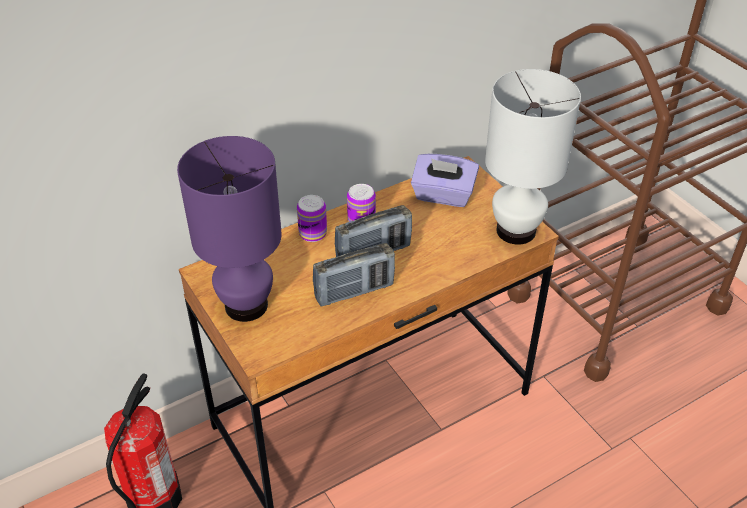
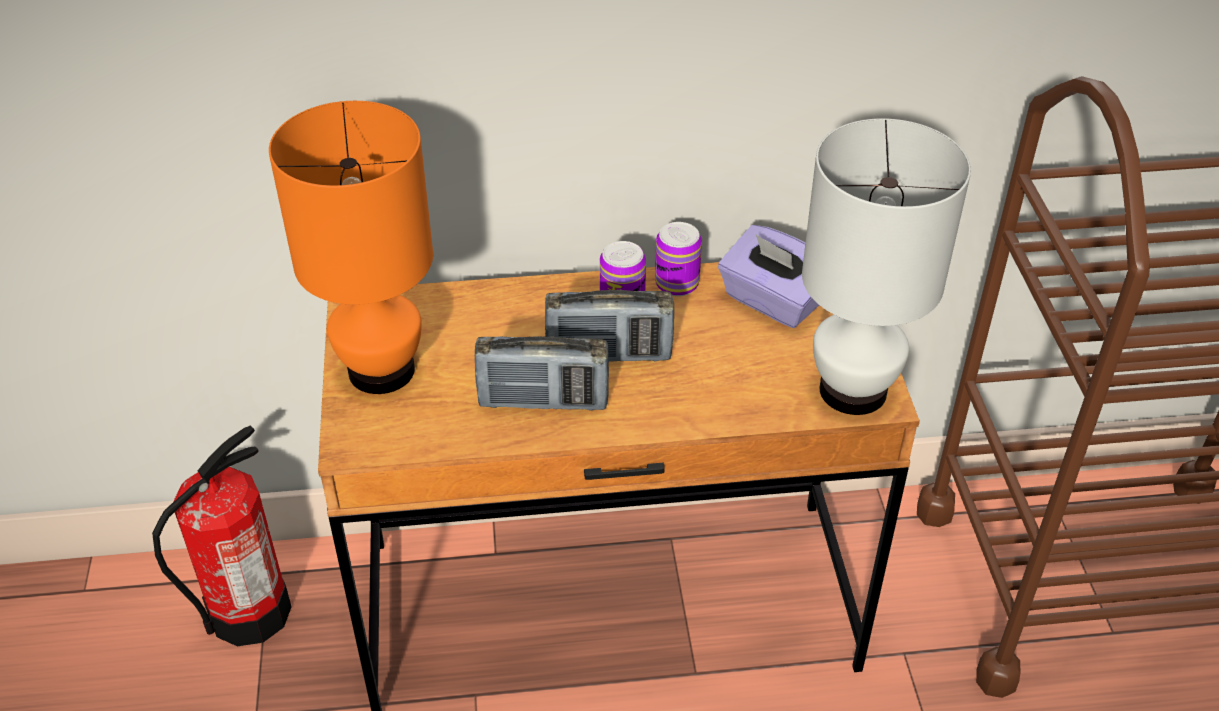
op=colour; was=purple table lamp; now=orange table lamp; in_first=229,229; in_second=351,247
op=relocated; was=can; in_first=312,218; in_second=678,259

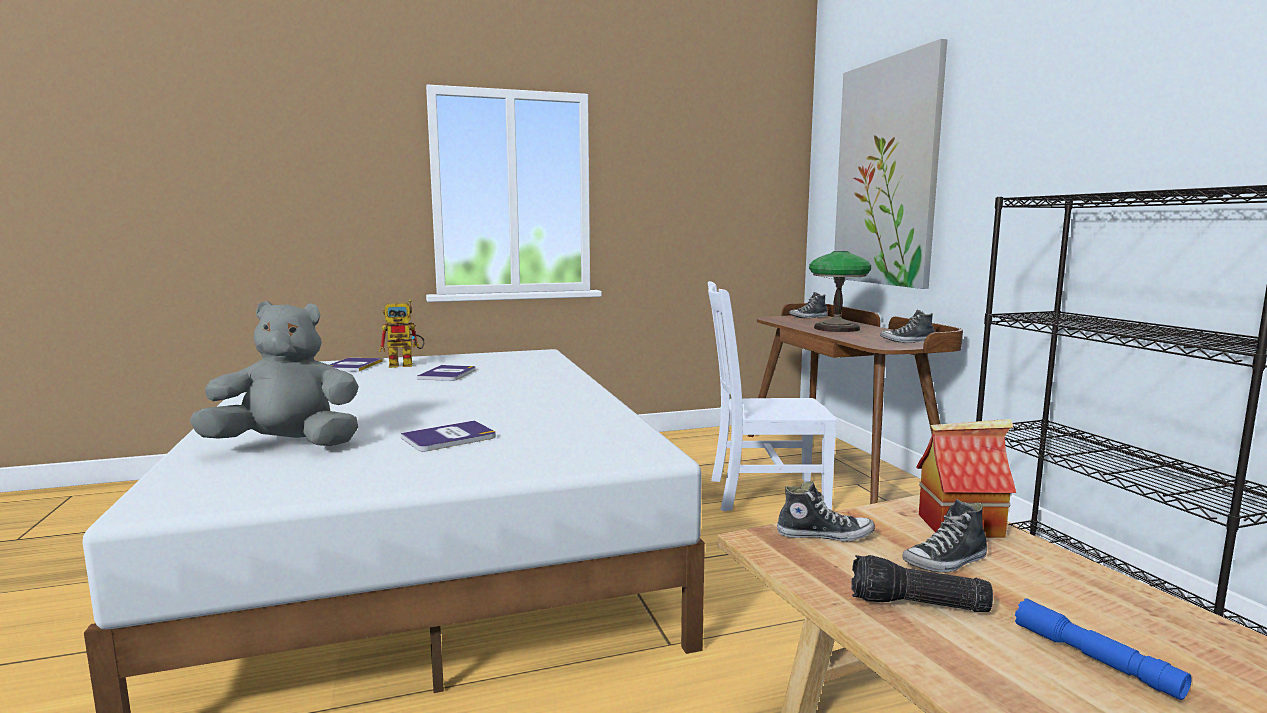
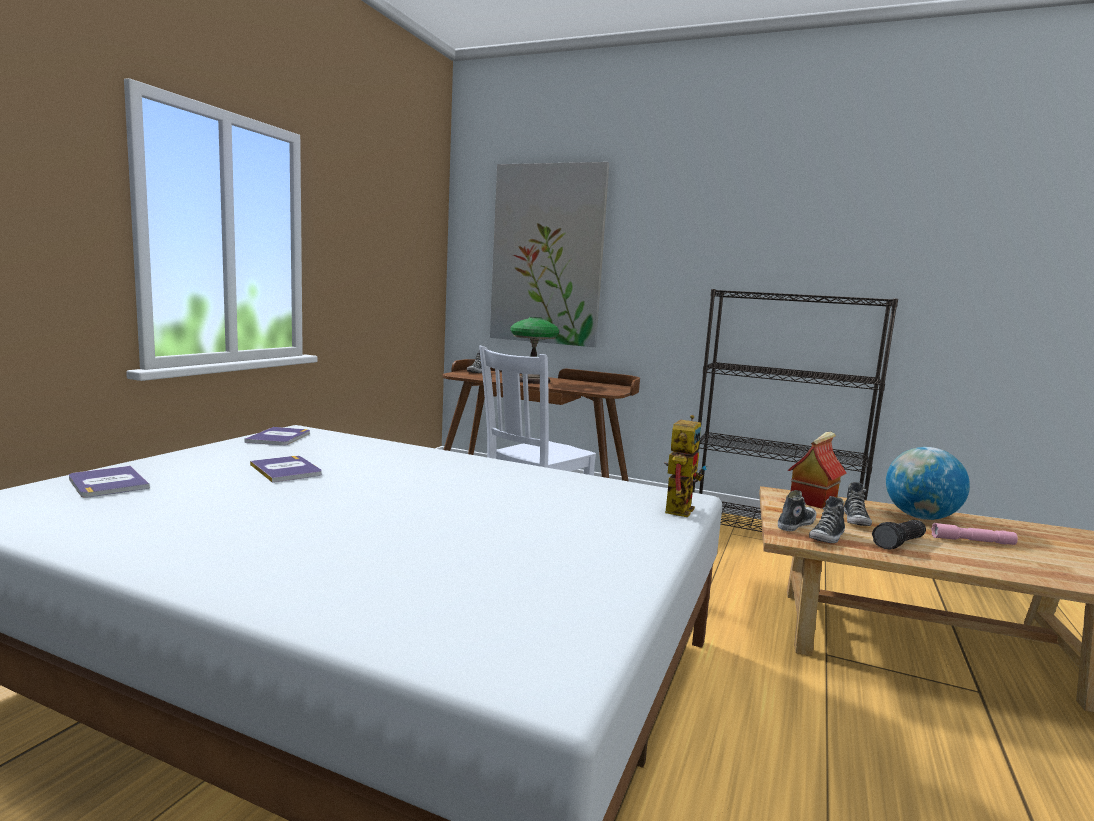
op=relocated; was=book; in_first=448,435; in_second=277,436
op=relocated; was=toy robot; in_first=402,333; in_second=685,466
op=relocated; was=shoe; in_first=907,326; in_second=827,519
op=appeared; now=globe; in_second=928,483
op=colour; was=blue flashlight; now=pink flashlight; in_first=1103,649; in_second=974,534
op=missing; was=grey plush toy; in_first=274,373

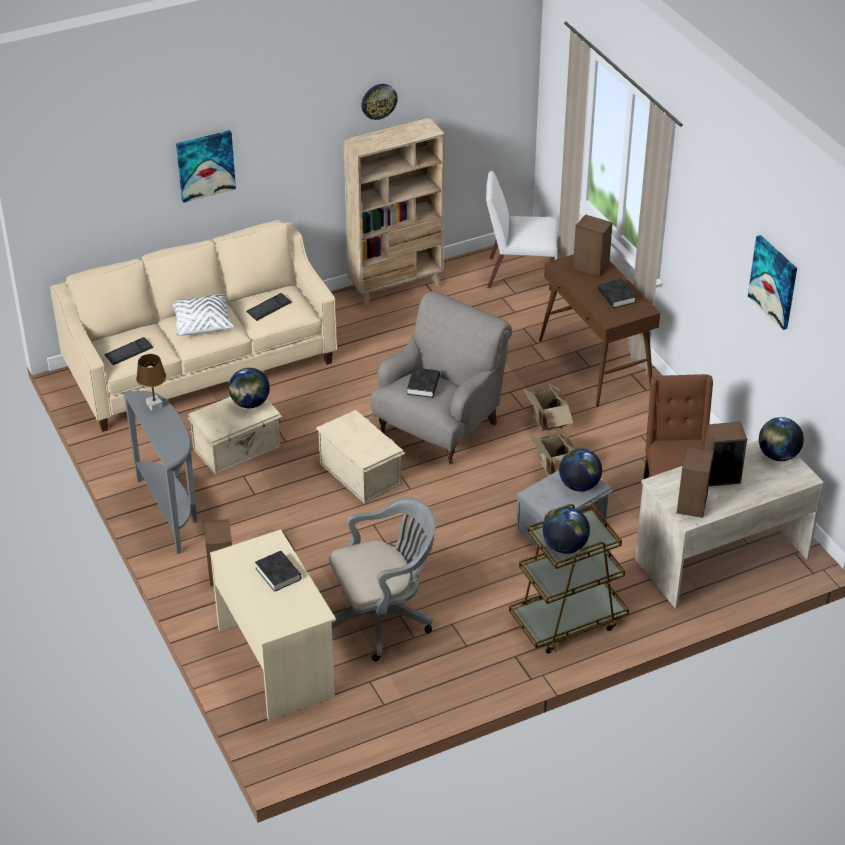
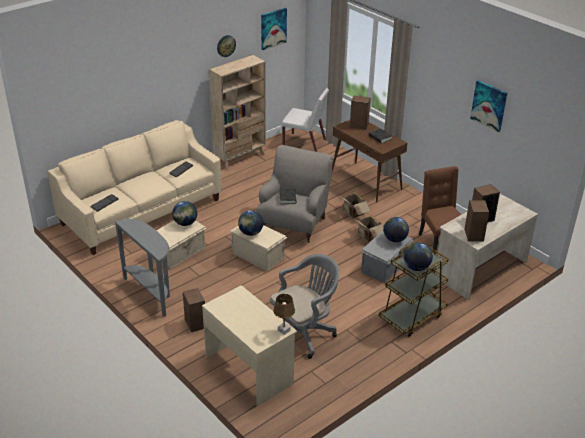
op=relocated; was=globe; in_first=781,439; in_second=250,223
op=relocated; was=picture; in_first=206,166; in_second=274,29
op=relocated; was=brown table lamp; in_first=151,383; in_second=284,314
op=spun; was=white chair; in_first=521,231; in_second=305,119; clockwise=-150
op=missing; was=white pillow; in_first=203,315
op=missing; was=black book; in_first=278,571

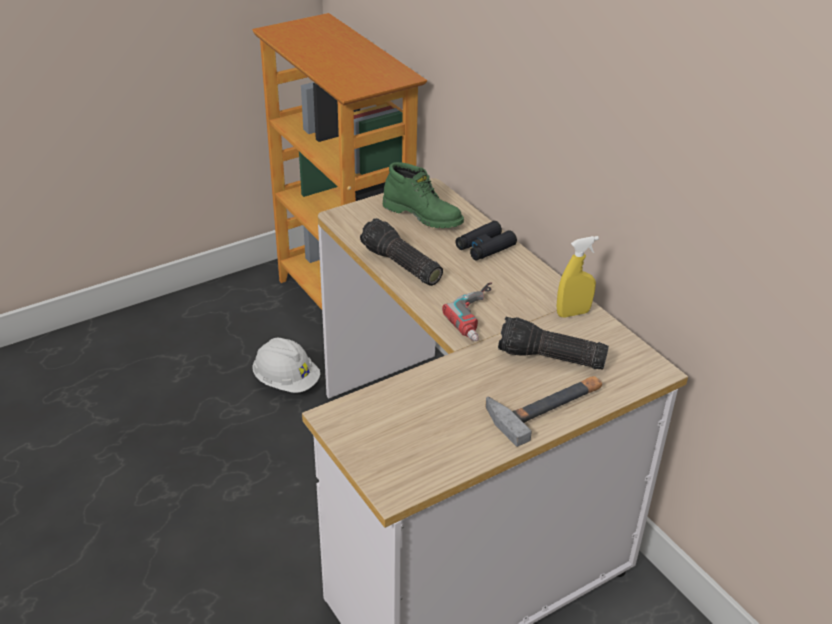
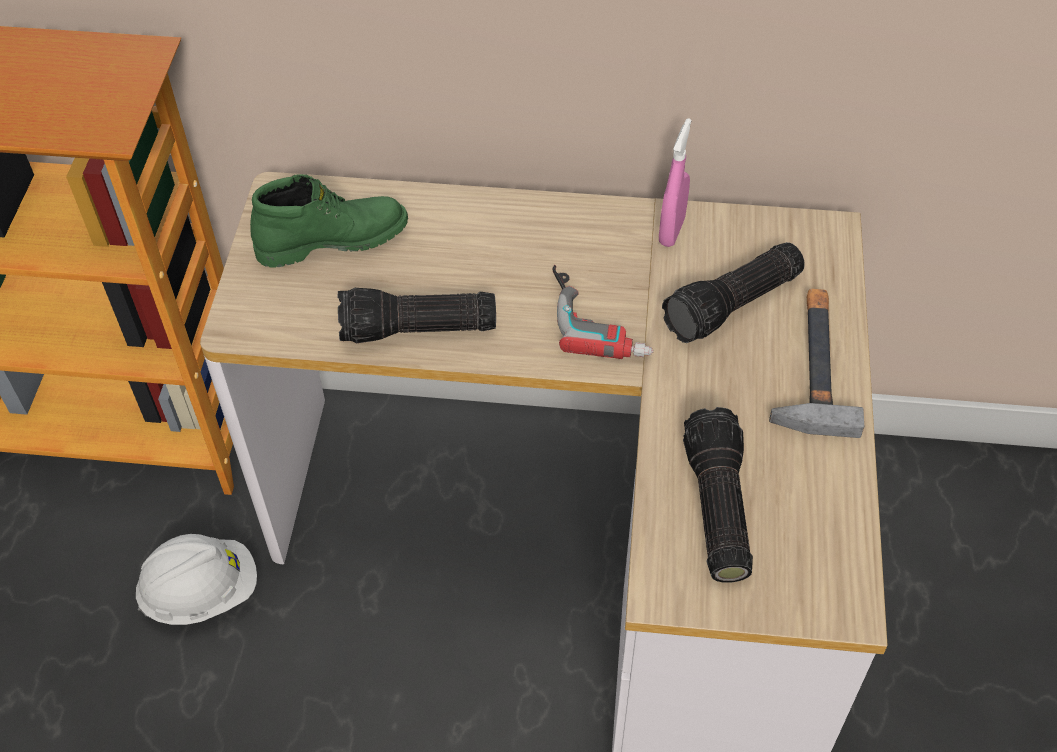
op=colour; was=yellow spray bottle; now=pink spray bottle; in_first=578,277; in_second=675,182
op=appeared; now=flashlight; in_second=718,495
op=missing; was=black binoculars; in_first=486,240

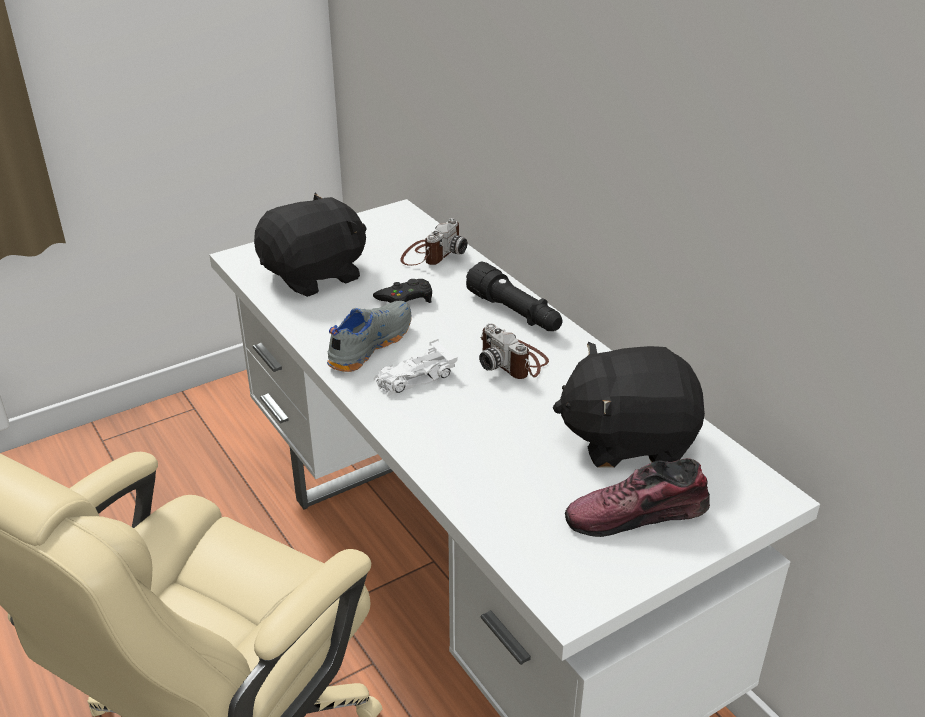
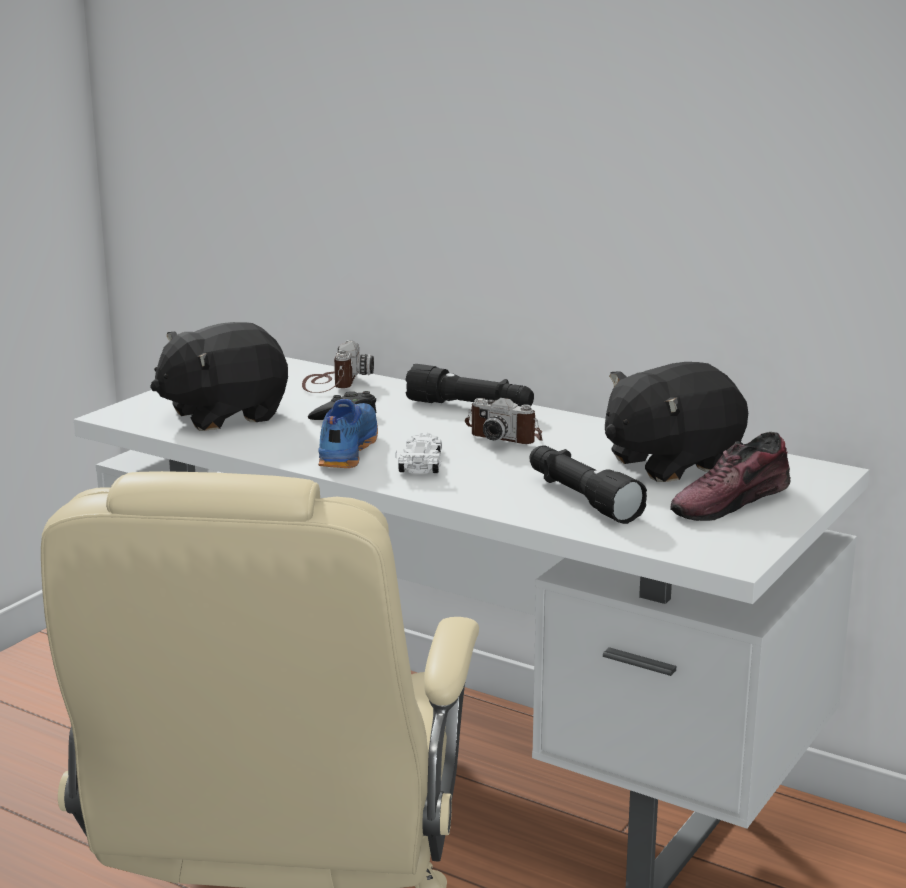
op=spun; was=black plush toy; in_first=310,245; in_second=219,376; clockwise=-150
op=colour; was=grey shoe; now=blue shoe; in_first=369,336; in_second=348,433
op=spun; was=white toy car; in_first=416,367; in_second=418,453; clockwise=150
op=appeared; now=black flashlight; in_second=588,484

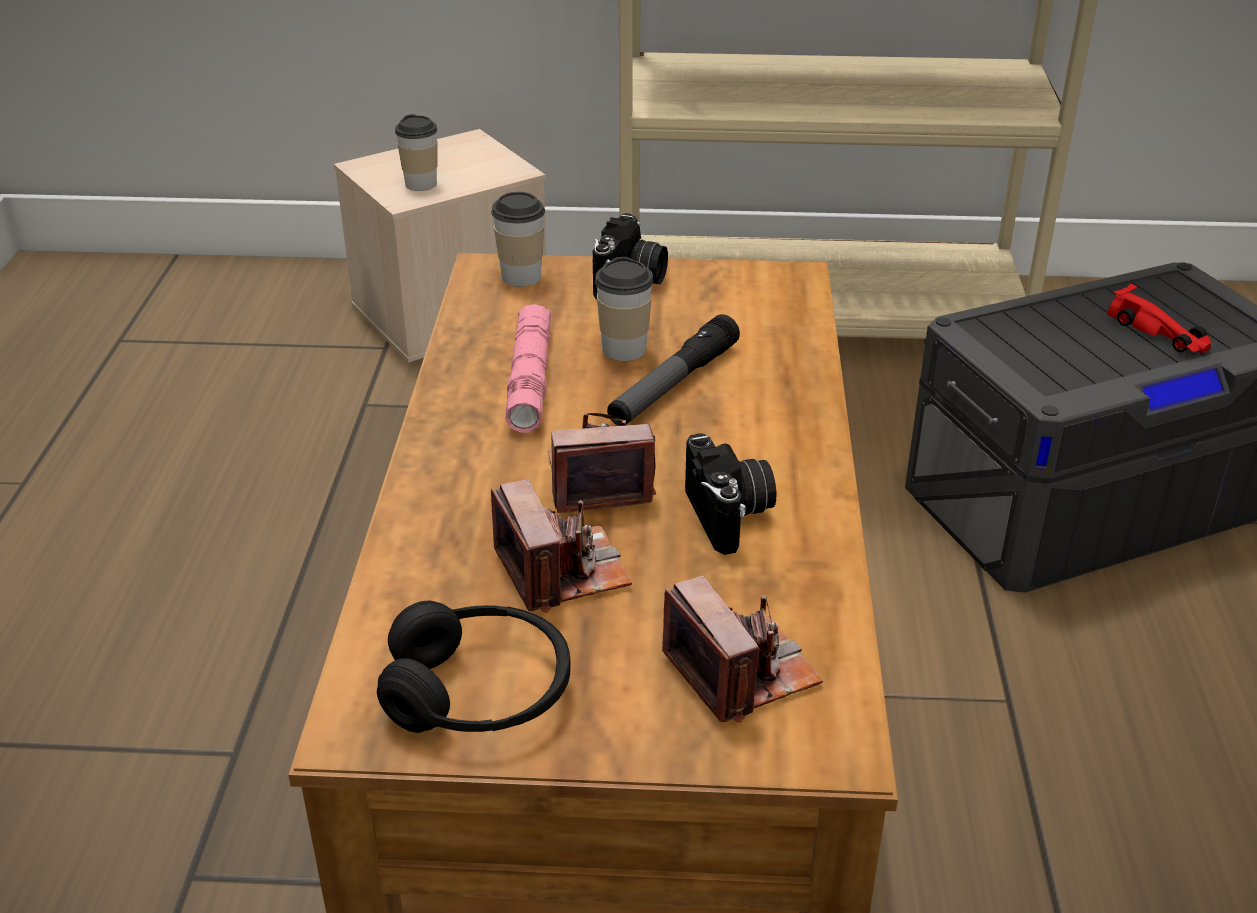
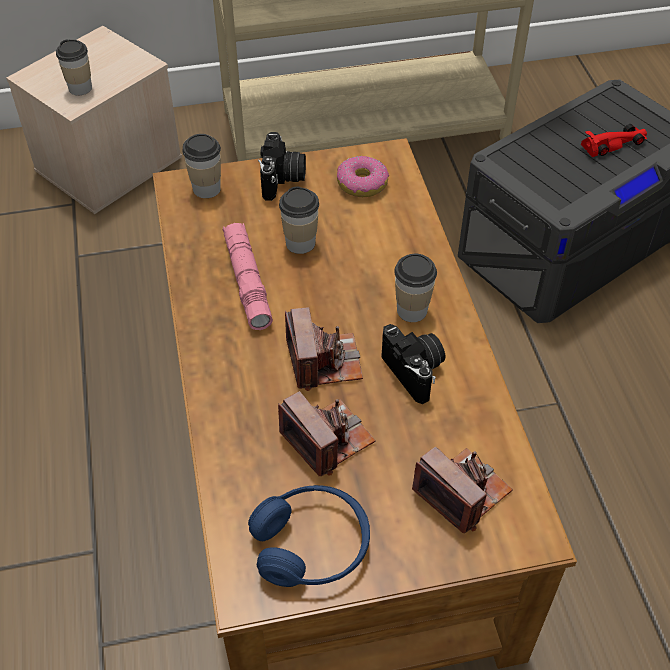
op=colour; was=black headphones; now=blue headphones; in_first=474,667; in_second=309,536
op=spun; was=photo camera; in_first=602,462; in_second=324,349; clockwise=105
op=appeared; now=donut; in_second=363,176
op=appeared; now=cup; in_second=415,288
op=spun; was=red toy car; in_first=1159,319; in_second=614,140; clockwise=-60
op=missing; was=flashlight; in_first=673,370

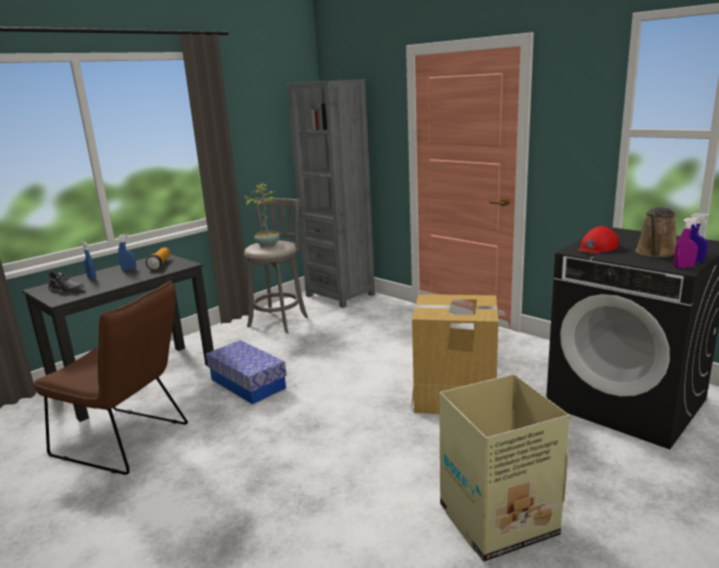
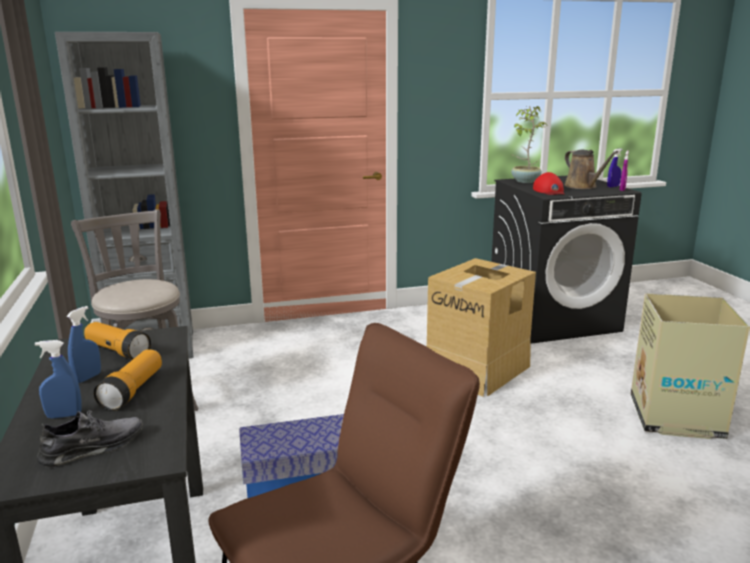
op=appeared; now=flashlight; in_second=128,380
op=relocated; was=potted plant; in_first=262,215; in_second=529,144

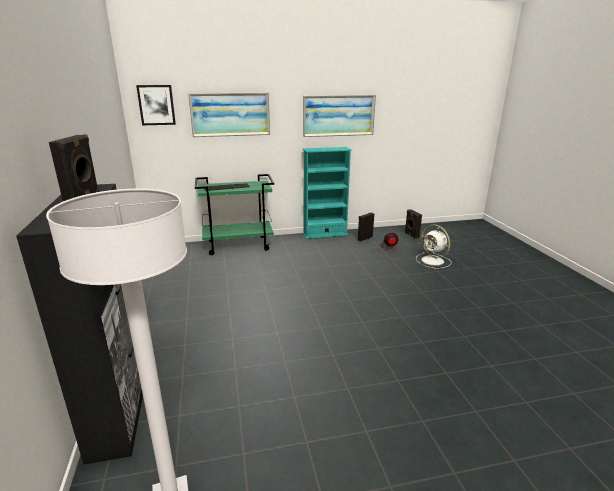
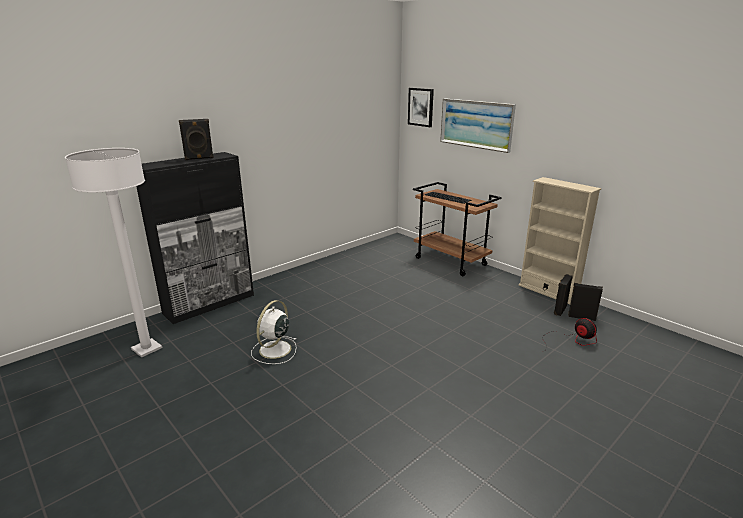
op=relocated; was=white fan; in_first=433,246; in_second=273,332
op=colour; was=green cart; now=brown cart; in_first=234,214; in_second=457,229
op=colour; was=turquoise bookcase; now=beige bookcase; in_first=327,193; in_second=560,241
op=relocated; was=black speaker; in_first=413,224; in_second=563,295
op=missing; was=picture; in_first=339,116

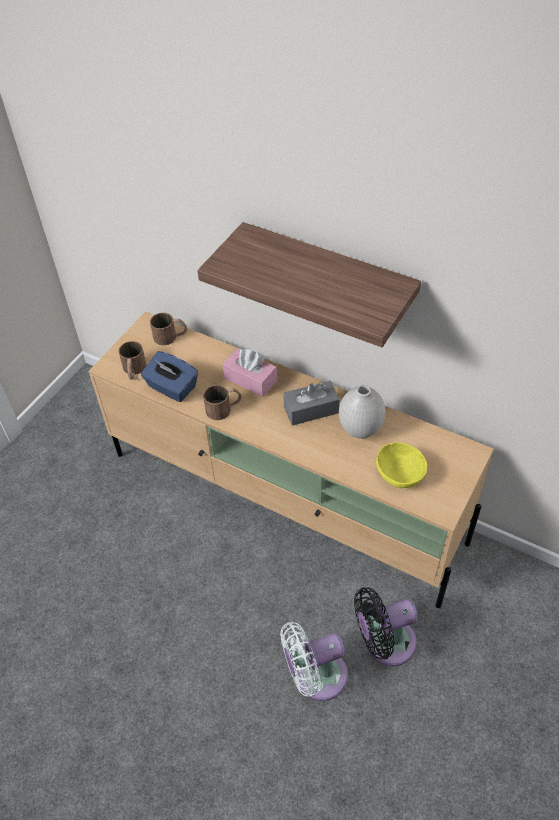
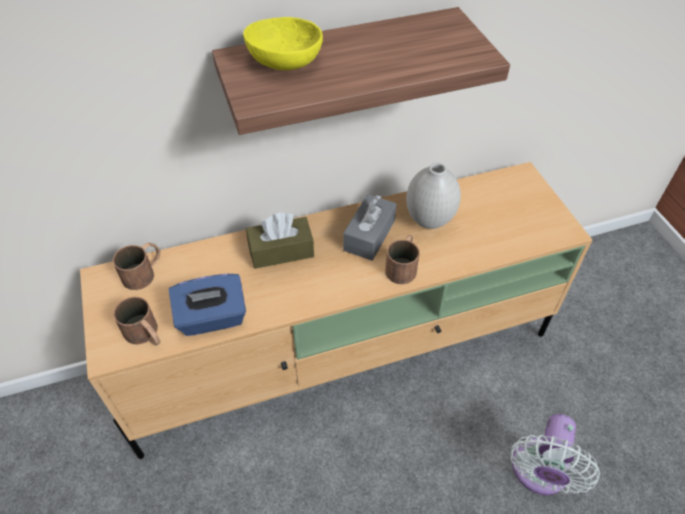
op=relocated; was=yellow bowl; in_first=401,465; in_second=283,43
op=colour; was=pink tissue box; now=brown tissue box; in_first=250,373; in_second=280,241
op=relocated; was=brown mug; in_first=222,402; in_second=402,259
op=missing; was=black fan; in_first=386,626

